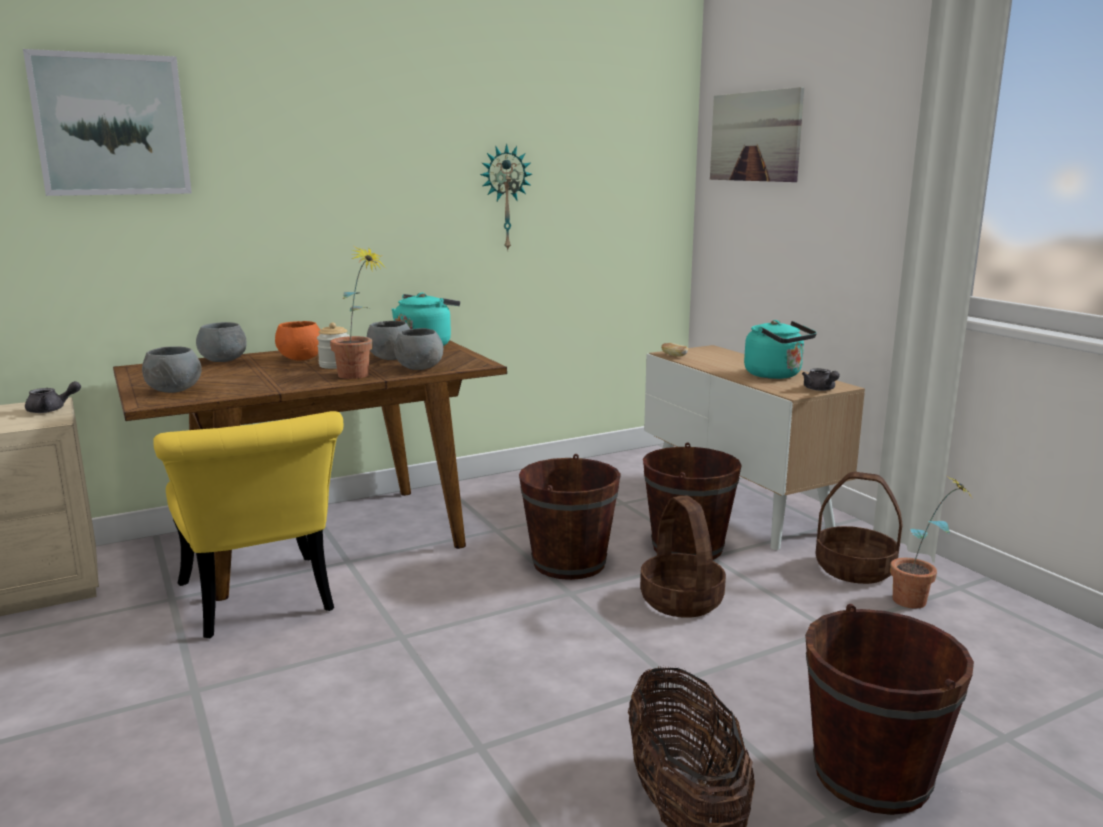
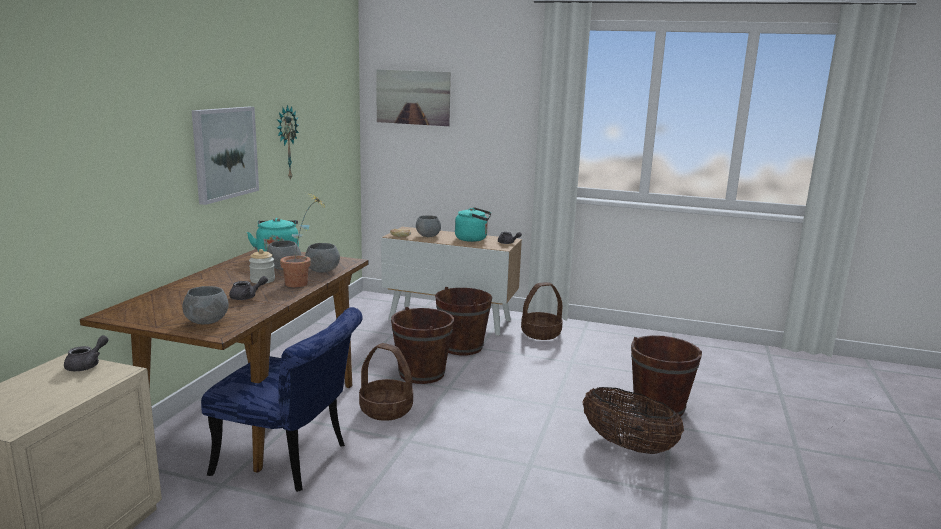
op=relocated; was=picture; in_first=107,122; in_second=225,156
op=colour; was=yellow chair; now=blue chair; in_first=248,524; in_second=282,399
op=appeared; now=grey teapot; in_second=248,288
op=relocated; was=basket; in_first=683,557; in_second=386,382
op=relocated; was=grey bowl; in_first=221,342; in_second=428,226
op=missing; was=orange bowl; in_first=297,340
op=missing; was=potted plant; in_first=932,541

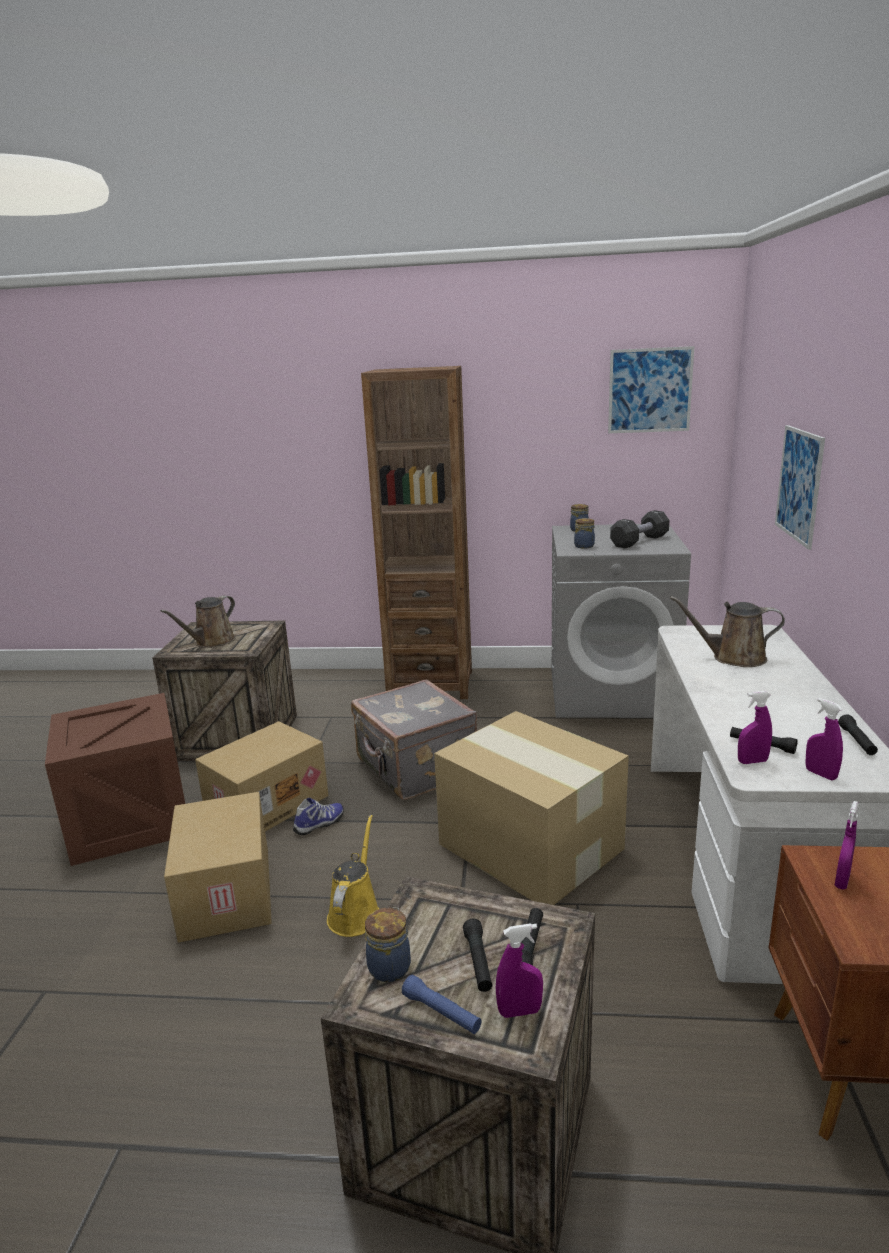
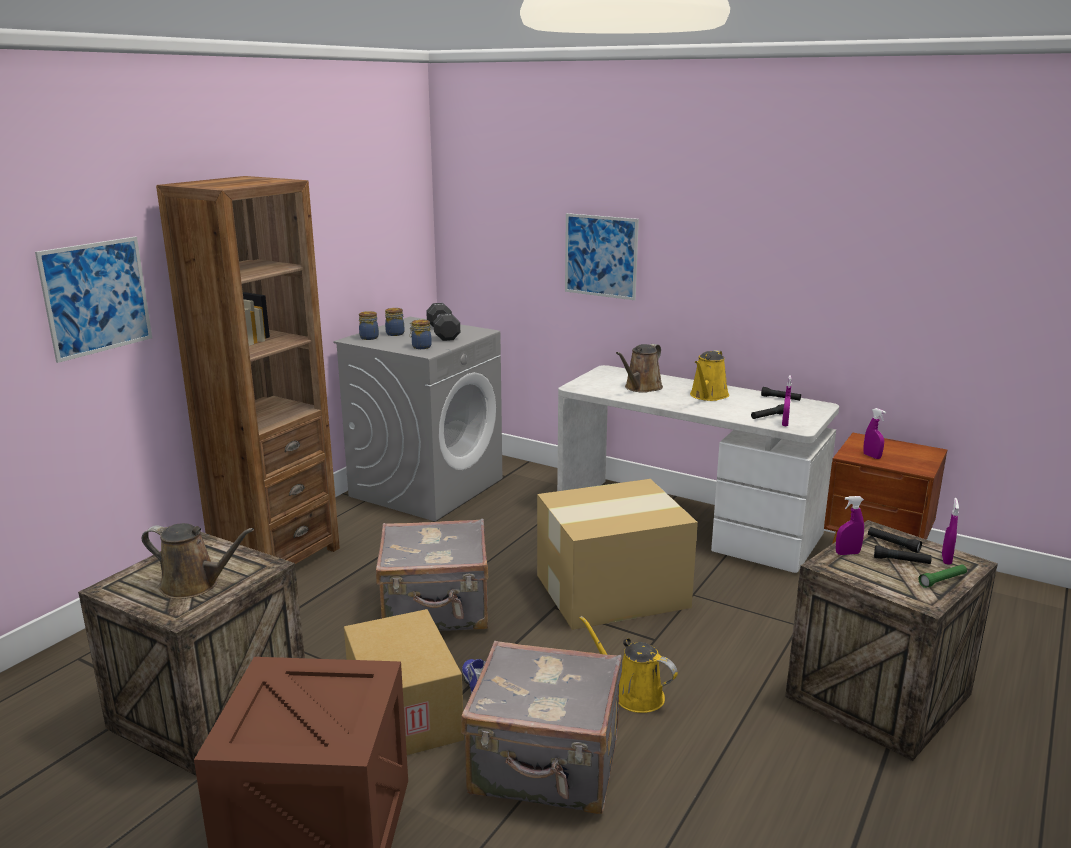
op=relocated; was=picture; in_first=651,389; in_second=93,300
op=spun; was=brown watering can; in_first=198,622; in_second=198,561; clockwise=-45
op=relocated; was=jar; in_first=388,944; in_second=395,322
op=exchanged; was=cardboard box; now=grey suitcase; in_first=218,867; in_second=541,727
op=appeared; now=yellow watering can; in_second=709,375
op=relocated; was=purple spray bottle; in_first=824,739; in_second=850,525
op=colour; was=blue flashlight; now=green flashlight; in_first=441,1004; in_second=943,576

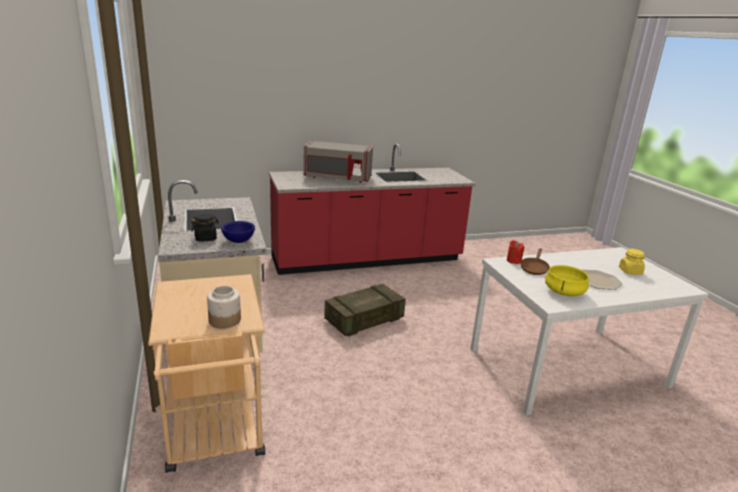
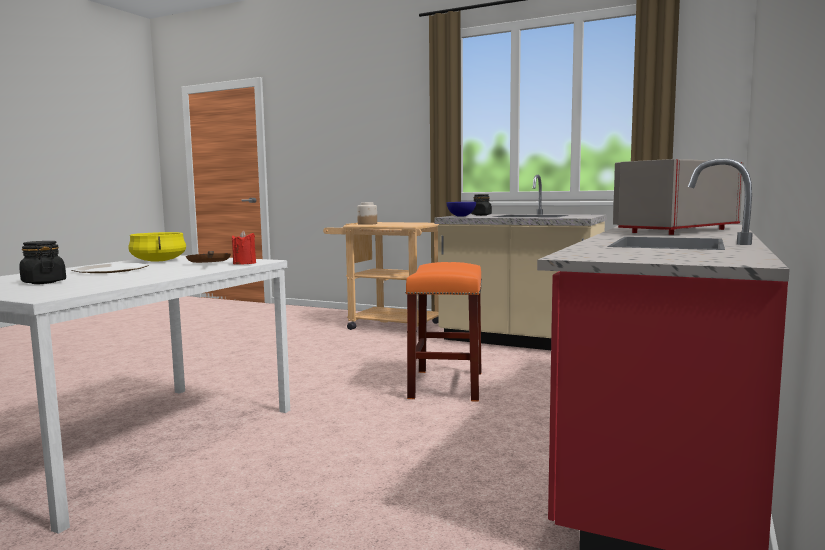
op=colour; was=yellow jar; now=black jar; in_first=632,261; in_second=42,262
op=exchanged; was=crate; now=orange stool; in_first=365,310; in_second=443,332

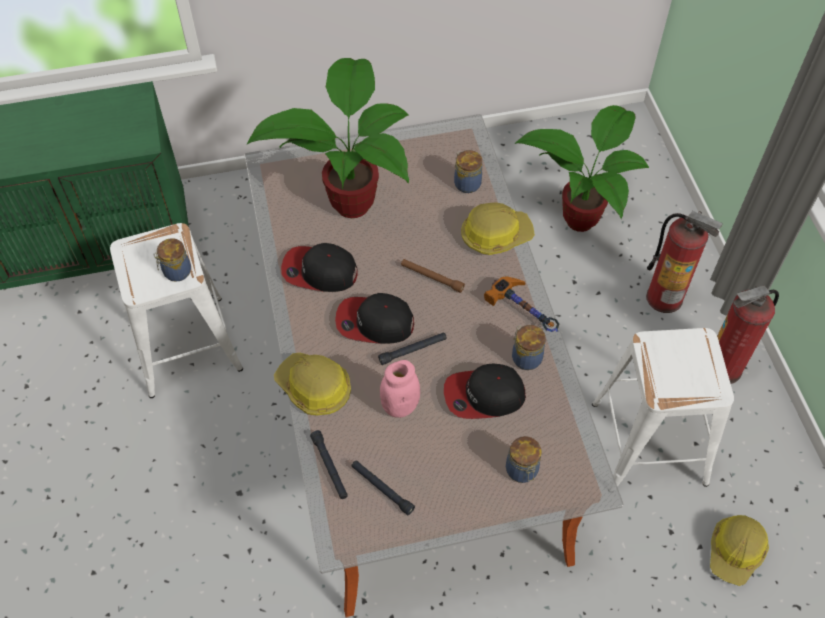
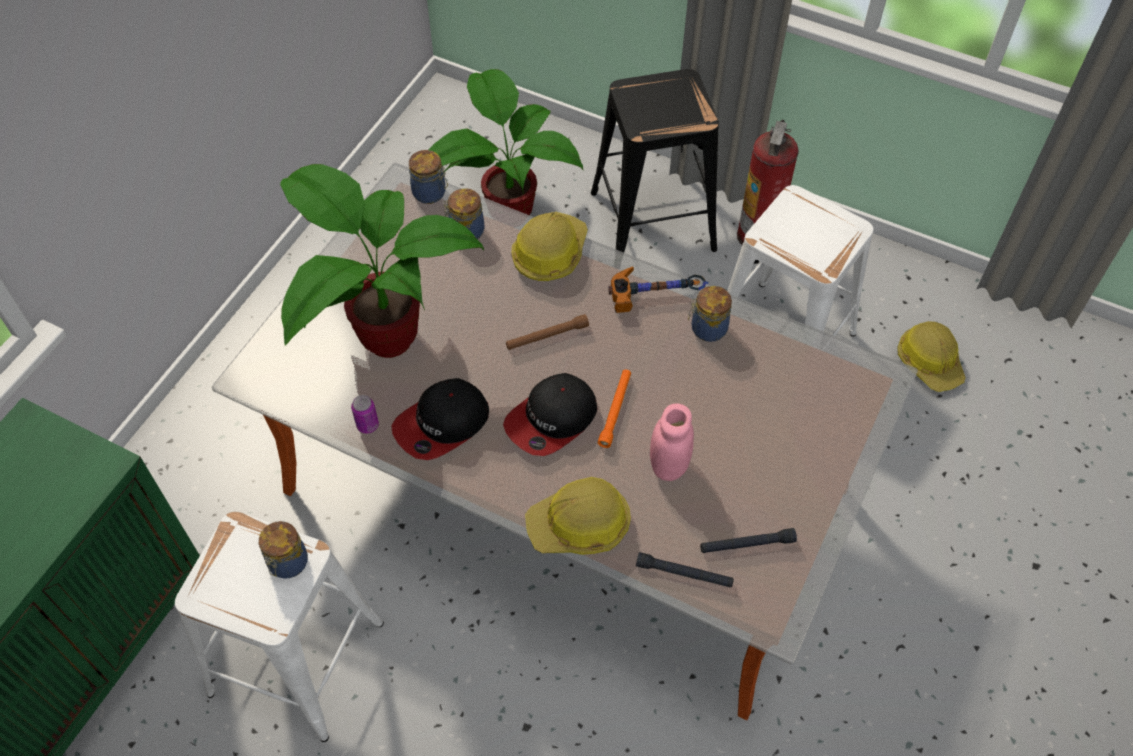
op=appeared; now=can; in_second=365,414
op=relocated; was=jar; in_first=524,459; in_second=428,177
op=exchanged; was=fire extinguisher; now=black stool; in_first=684,262; in_second=655,160
op=colour; was=black flashlight; now=orange flashlight; in_first=412,348; in_second=614,409
op=missing; was=cap; in_first=485,391

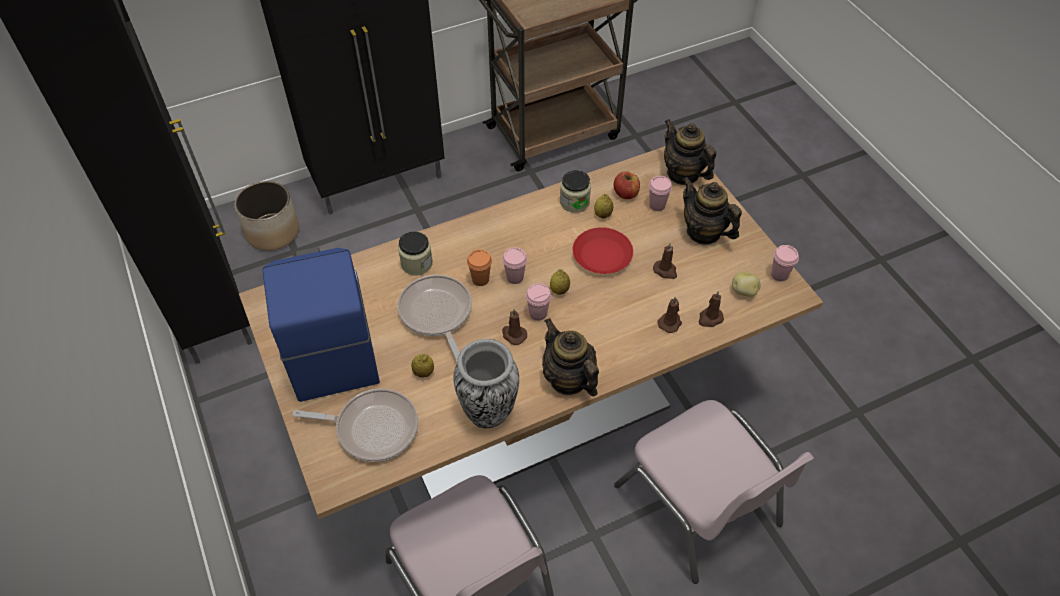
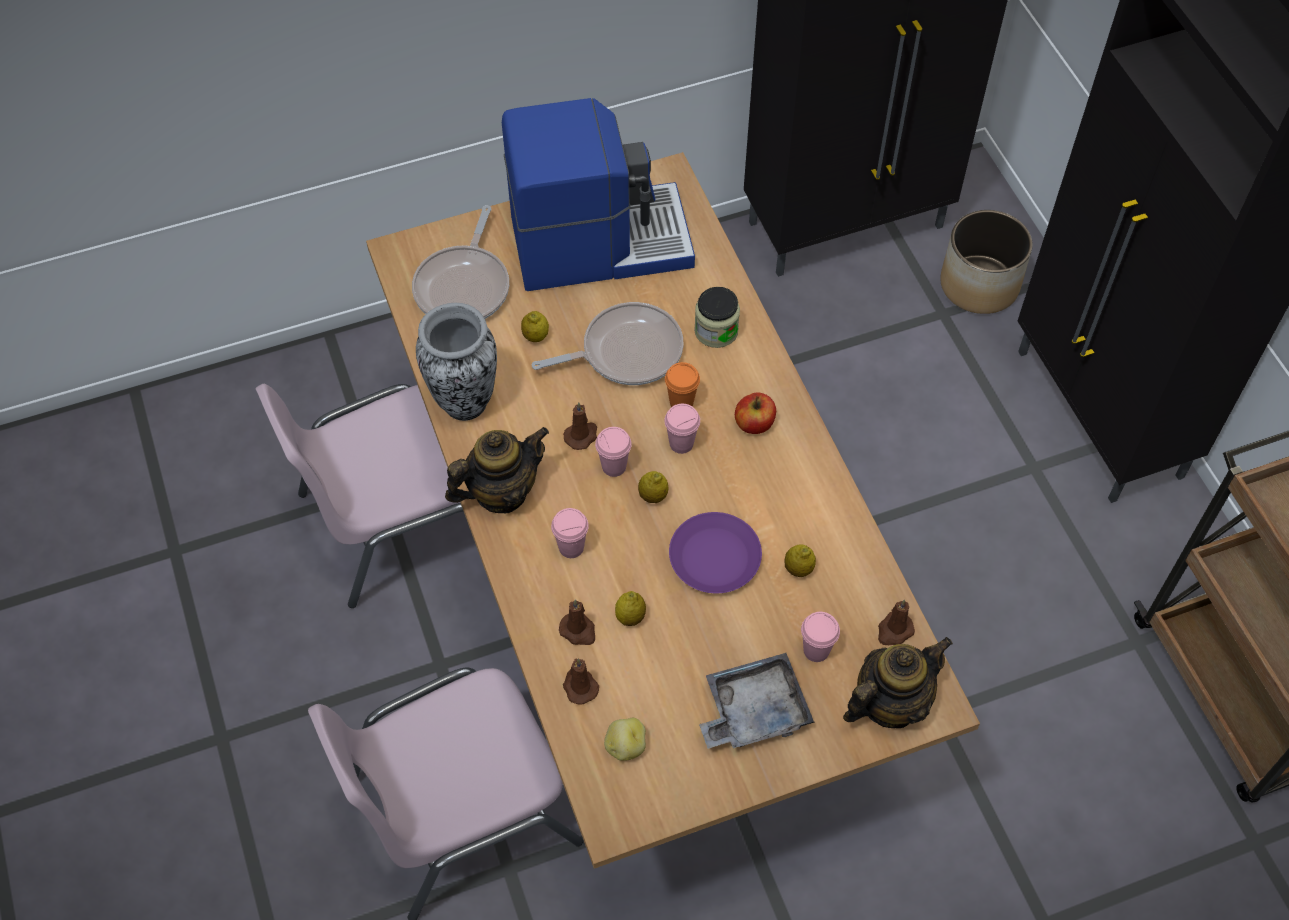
op=relocated; was=pink cup; in_first=785,263; in_second=570,533
op=appeared; now=lemon; in_second=630,608
op=colour; was=red plate; now=purple plate; in_first=603,250; in_second=715,552
op=exchanged; was=teapot; now=grey tray; in_first=712,211; in_second=757,701
op=relocated; was=apple; in_first=627,185; in_second=755,413
op=relocated; was=brown candle; in_first=665,261; in_second=896,622
op=missing; was=jar; in_first=575,191

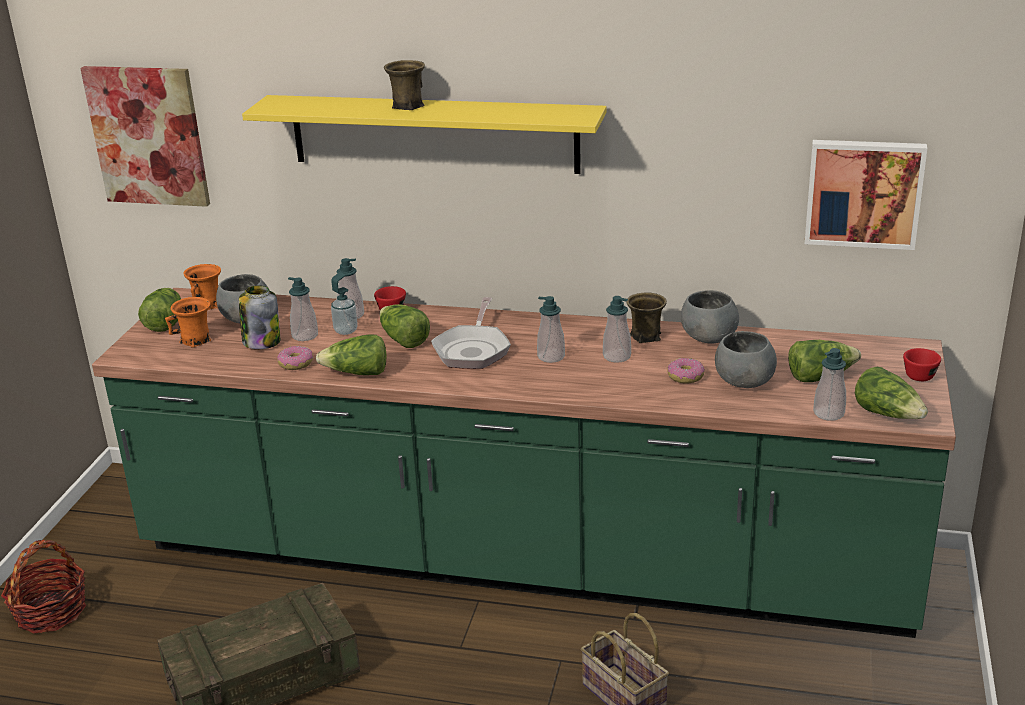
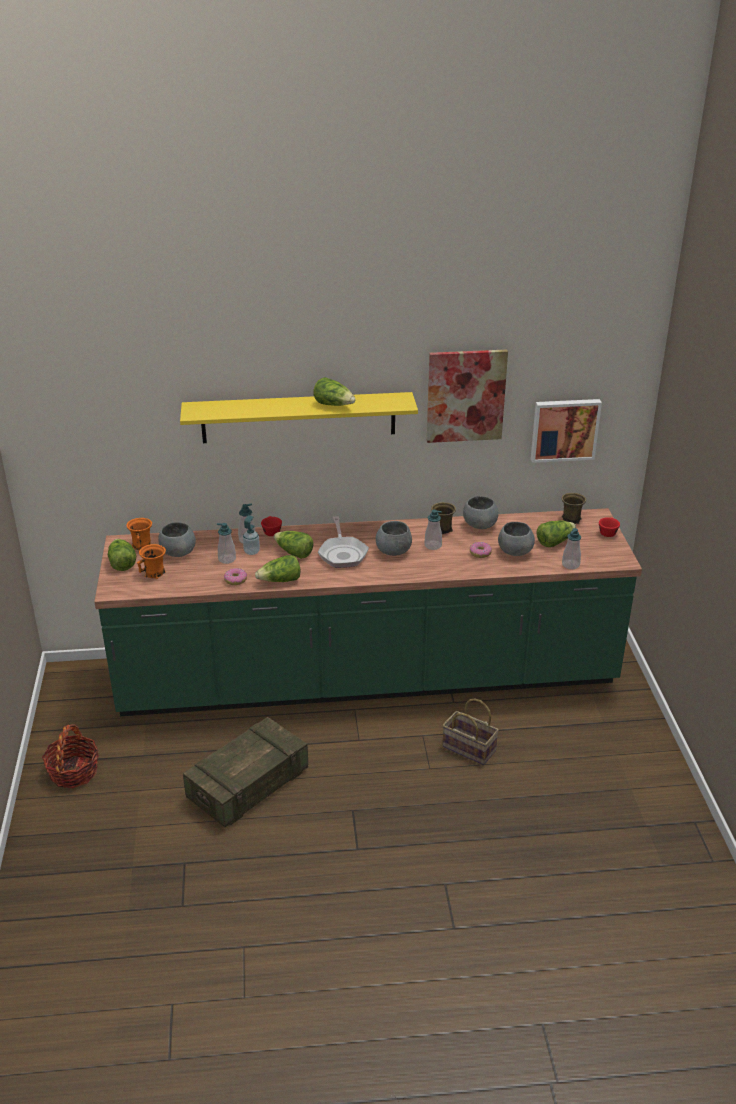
op=relocated; was=lettuce; in_first=891,393; in_second=334,391
op=exchanged; was=soap dispenser; now=grey bowl; in_first=551,329; in_second=394,538
op=relocated; was=picture; in_first=145,136; in_second=467,396
op=relocated; was=brown mug; in_first=404,85; in_second=573,508
op=missing; was=jar; in_first=259,317

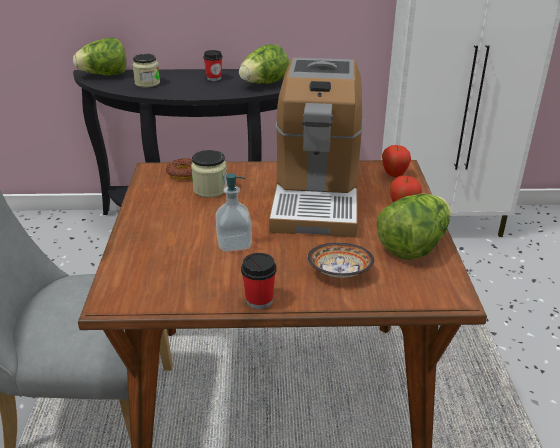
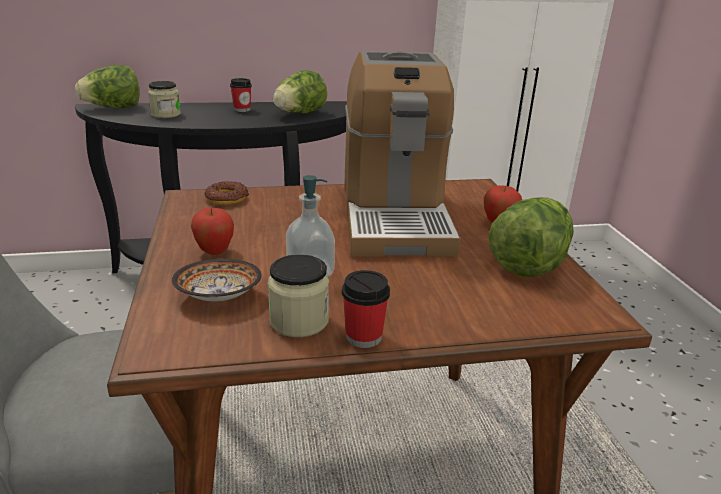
op=relocated; was=bowl; in_first=340,260; in_second=217,280
op=relocated; was=apple; in_first=396,161; in_second=212,231
op=relocated; was=jar; in_first=209,174; in_second=298,296

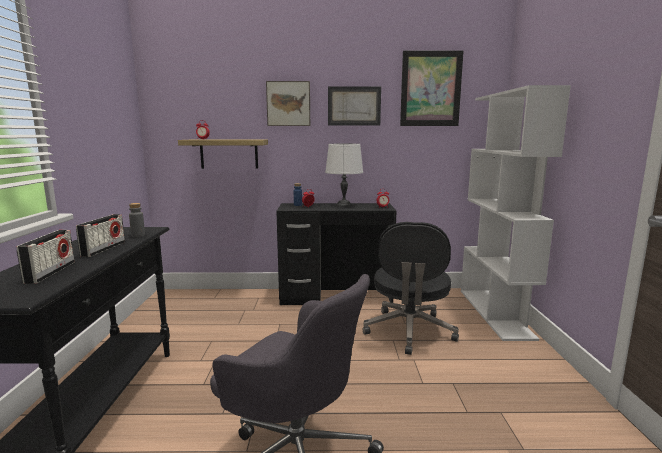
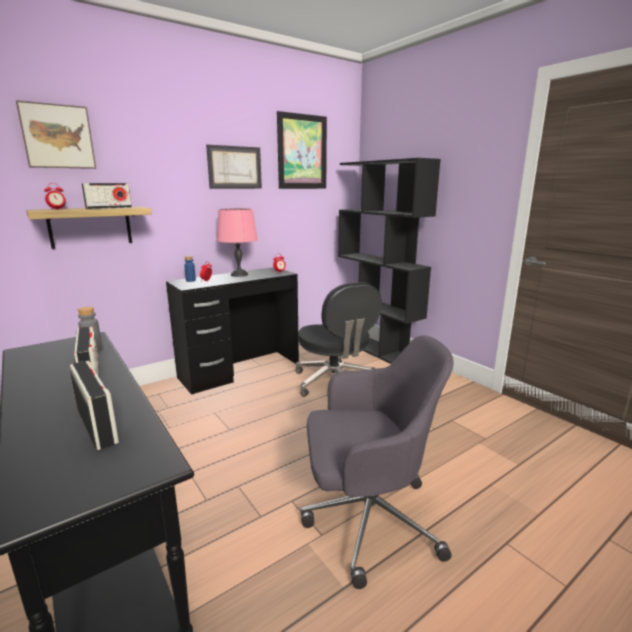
op=relocated; was=picture; in_first=288,103; in_second=56,134
op=appeared; now=radio; in_second=107,196
op=colour; was=white table lamp; now=pink table lamp; in_first=344,175; in_second=237,242
op=colour; was=white bookcase; now=black bookcase; in_first=516,213; in_second=389,261

